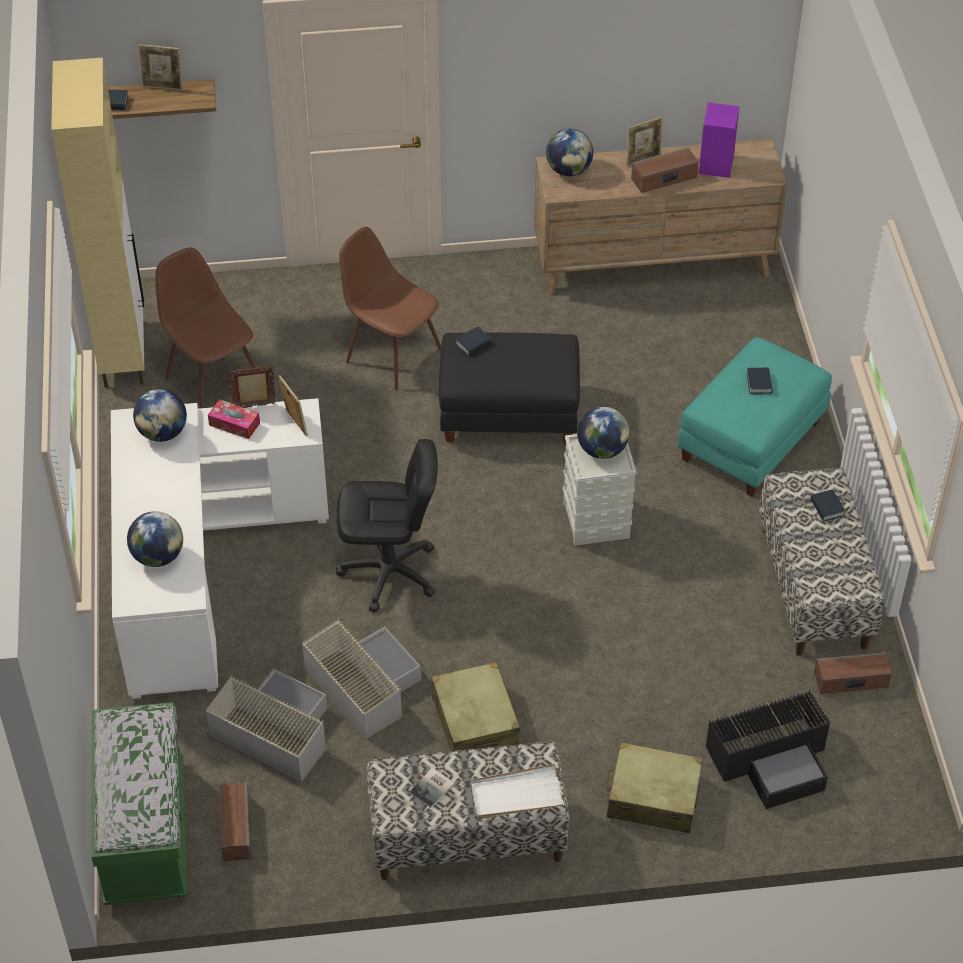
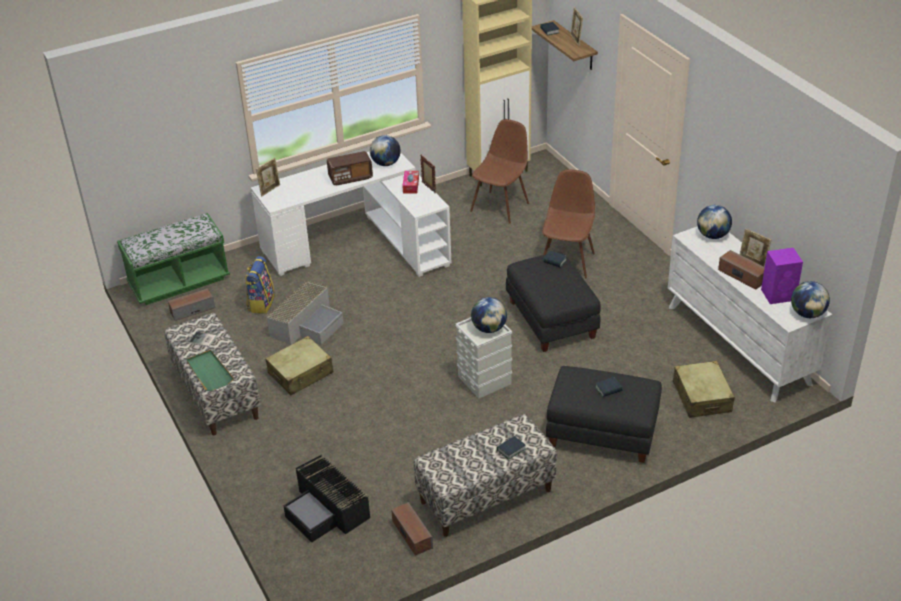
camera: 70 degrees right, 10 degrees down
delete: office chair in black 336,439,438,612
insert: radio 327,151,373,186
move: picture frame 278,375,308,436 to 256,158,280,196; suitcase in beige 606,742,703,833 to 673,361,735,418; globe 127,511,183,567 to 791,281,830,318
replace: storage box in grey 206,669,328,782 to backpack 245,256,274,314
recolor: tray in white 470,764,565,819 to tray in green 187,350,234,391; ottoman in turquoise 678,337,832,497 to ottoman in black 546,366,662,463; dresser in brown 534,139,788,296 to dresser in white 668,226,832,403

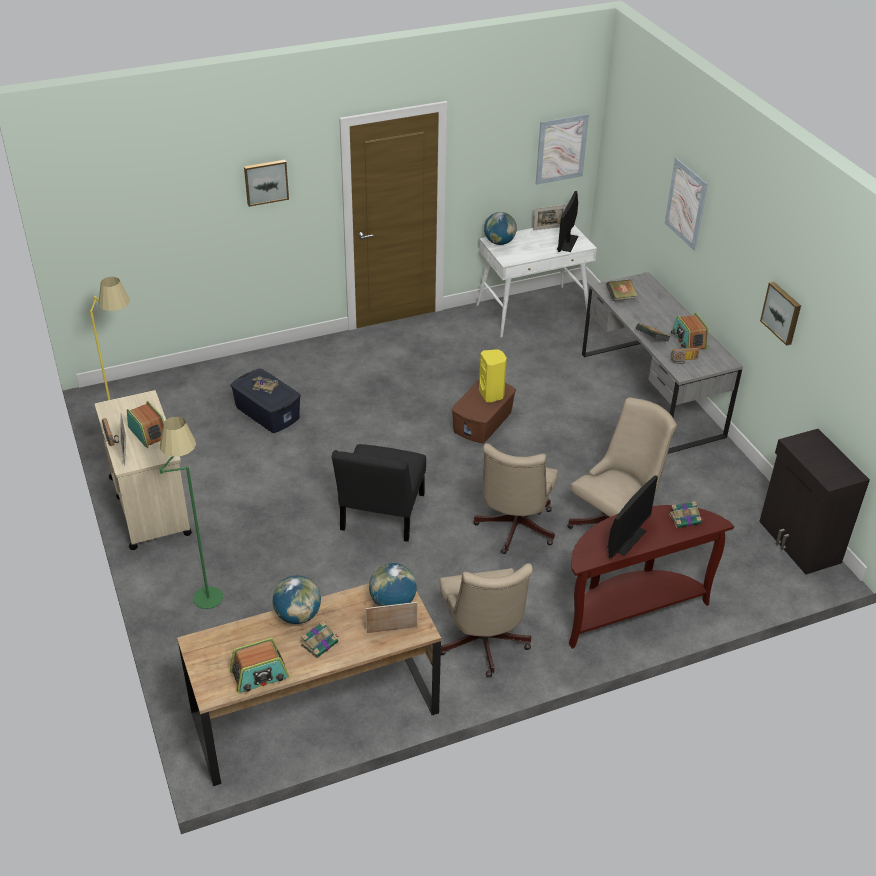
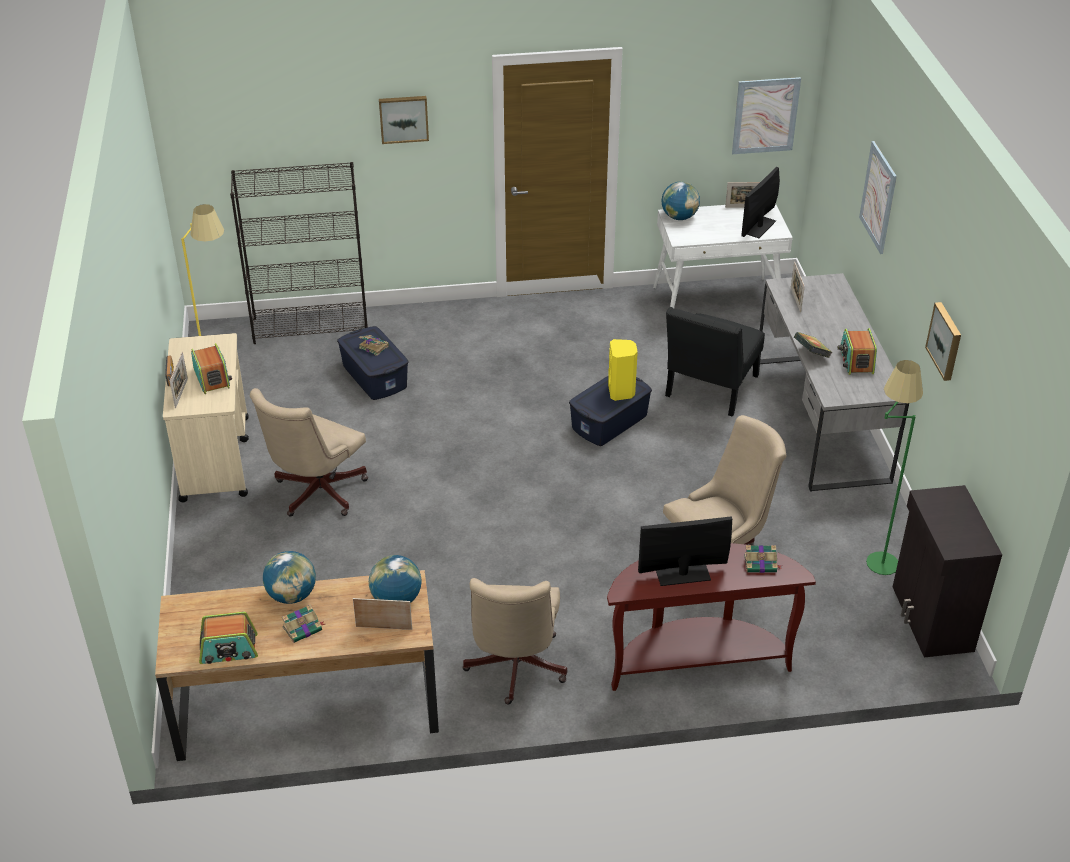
camera: 15 degrees right, 0 degrees up
delete: radio 670,348,699,364
insert: bookcase in black 230,162,368,344
move: office chair in beige 473,443,558,554 to 250,388,368,517; chair in black 332,444,426,542 to 665,307,765,417; floor lamp in green 160,416,223,609 to 866,360,923,575
replace: book 606,280,638,301 to picture frame 791,262,805,313
recolor: storage box in brown 451,380,516,443 to storage box in blue 569,375,652,446
rotate: monitor 607,475,658,558 = 638,516,732,586 150 degrees counterclockwise

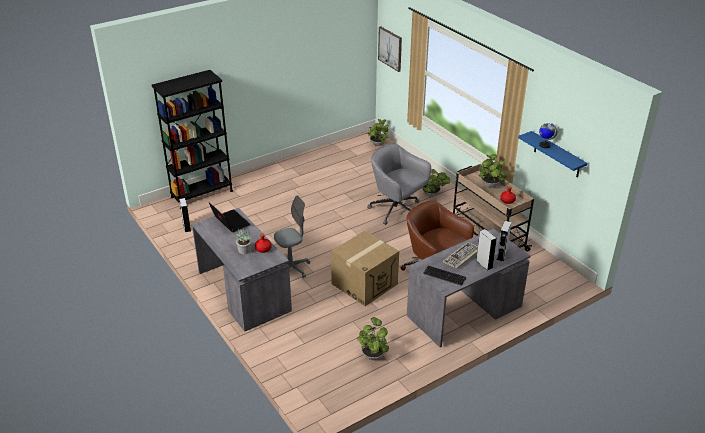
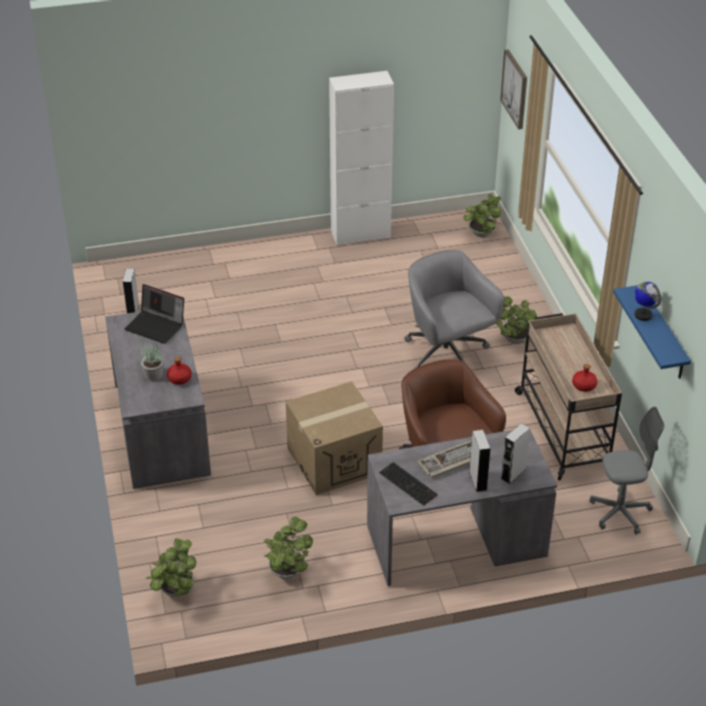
camera: 20 degrees right, 5 degrees up
delete: bookcase in black 152,70,233,209
insert: cabinet in white 329,71,394,245
move: potted plant 479,154,507,188 to 146,539,196,597; office chair in grey 274,195,310,278 to 589,407,665,535
rotate: laptop 209,202,250,232 = 125,284,184,344 135 degrees clockwise

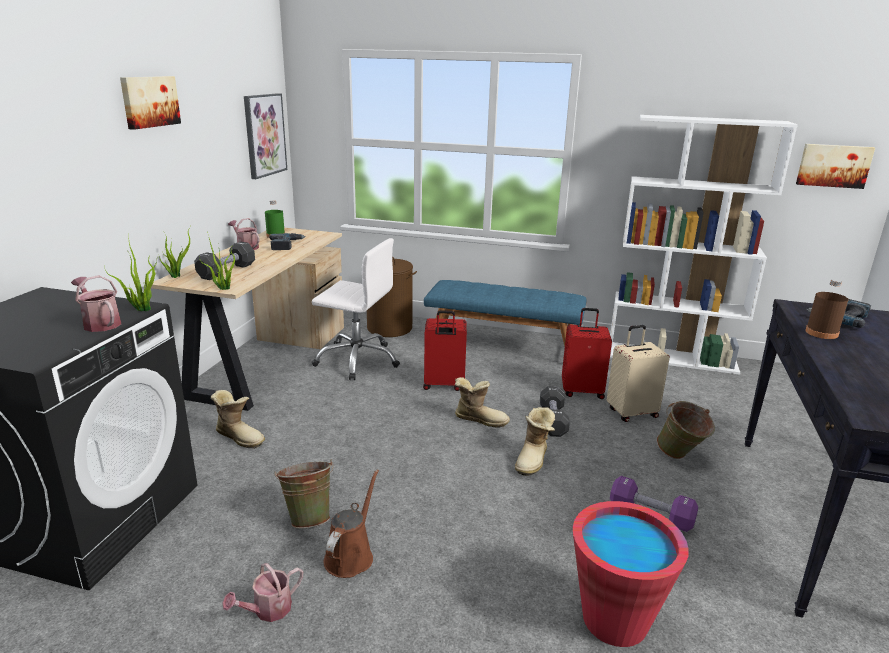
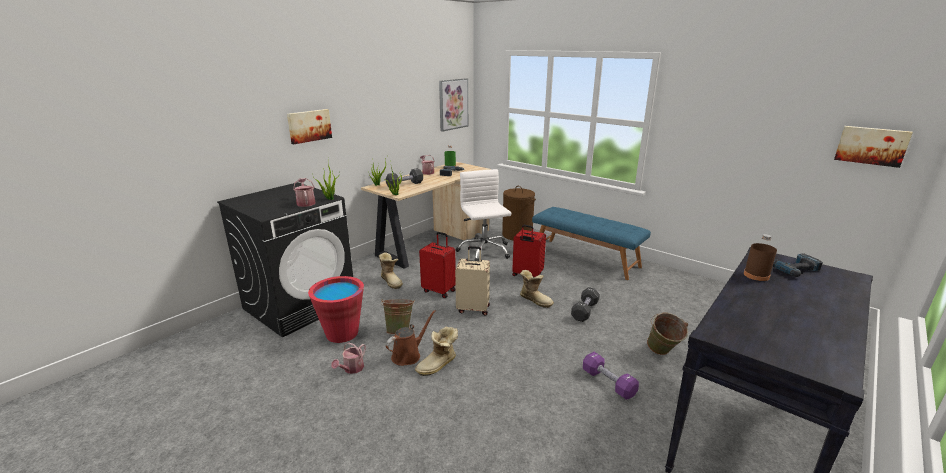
camera: 25 degrees right, 0 degrees up
delete: bookcase in white 610,115,798,375
move: picture 120,76,181,130 to 287,109,332,144; bucket in red 573,501,689,647 to 308,276,364,343; boot 515,407,555,476 to 415,327,458,376; suitcase in red 562,308,612,399 to 419,232,456,298; suitcase in beige 607,325,670,422 to 455,246,490,316
rotate: watering can 222,563,303,622 = 331,342,366,374 45 degrees counterclockwise; office chair in white 312,238,400,380 = 456,169,511,261 150 degrees counterclockwise

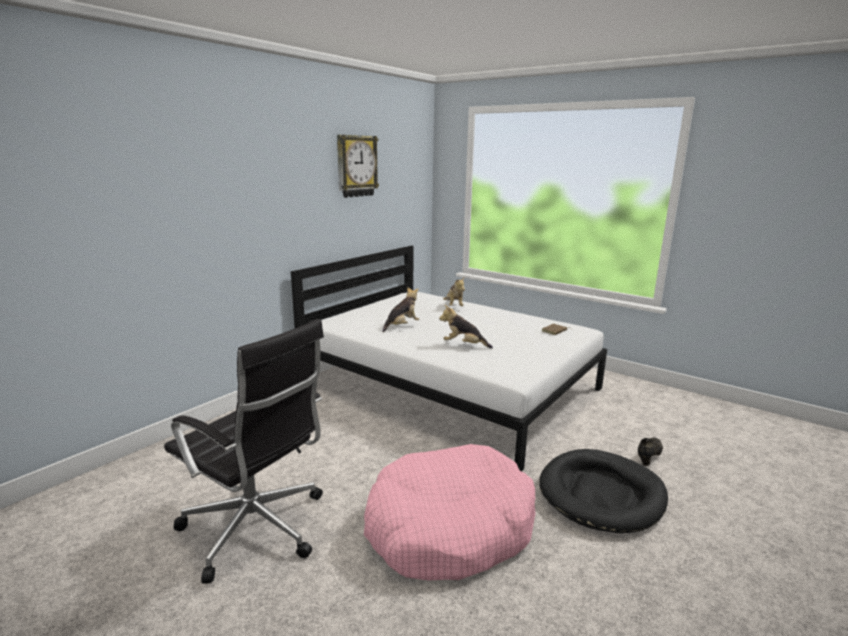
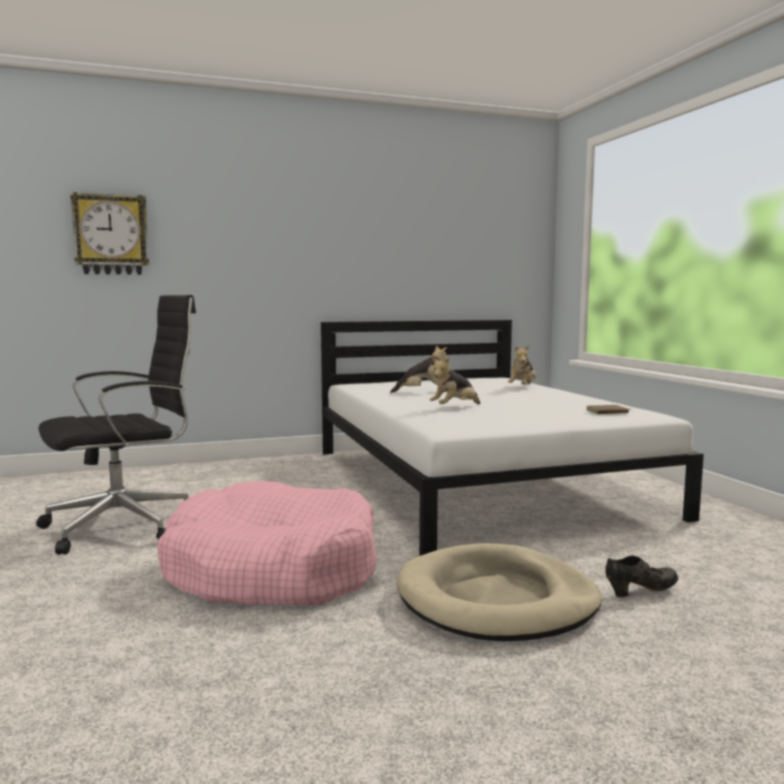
camera: 35 degrees right, 10 degrees down
move: wall clock 337,135,379,198 to 70,192,149,275
recolor: dog bed in black 539,449,668,533 to dog bed in beige 396,543,602,642
rotate: office chair in black 164,319,324,584 = 36,295,196,554 105 degrees counterclockwise; plush toy 439,305,493,349 = 430,356,480,404 90 degrees counterclockwise

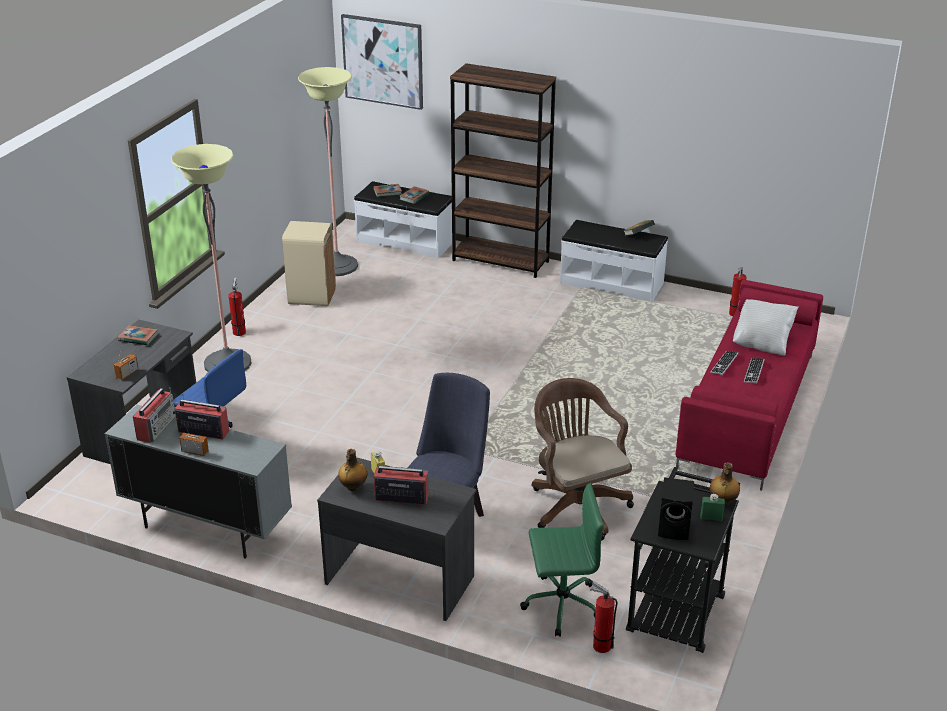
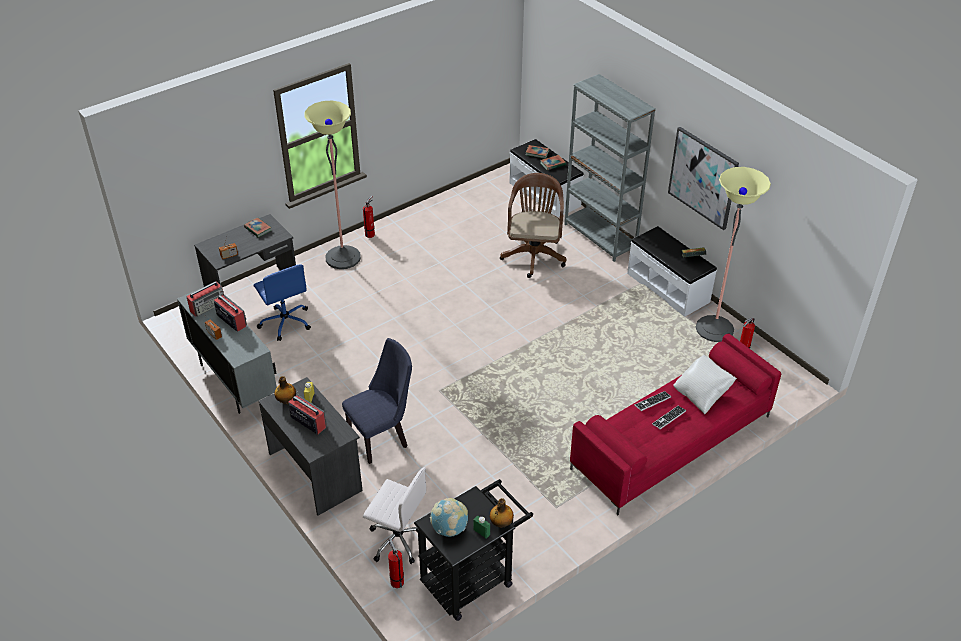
camera: 30 degrees right, 10 degrees up
delete: trash can in beige 282,221,336,306
move: office chair in brown 532,378,634,541 to 500,173,566,278; picture 341,14,423,110 to 668,127,739,230; floor lamp 298,67,358,276 to 696,167,771,342
replace: speaker in black 658,478,694,540 to globe 430,498,468,537
recolor: office chair in green 520,483,604,637 to office chair in white 363,467,426,564; bookcase in brown 450,63,556,278 to bookcase in grey 564,74,656,262

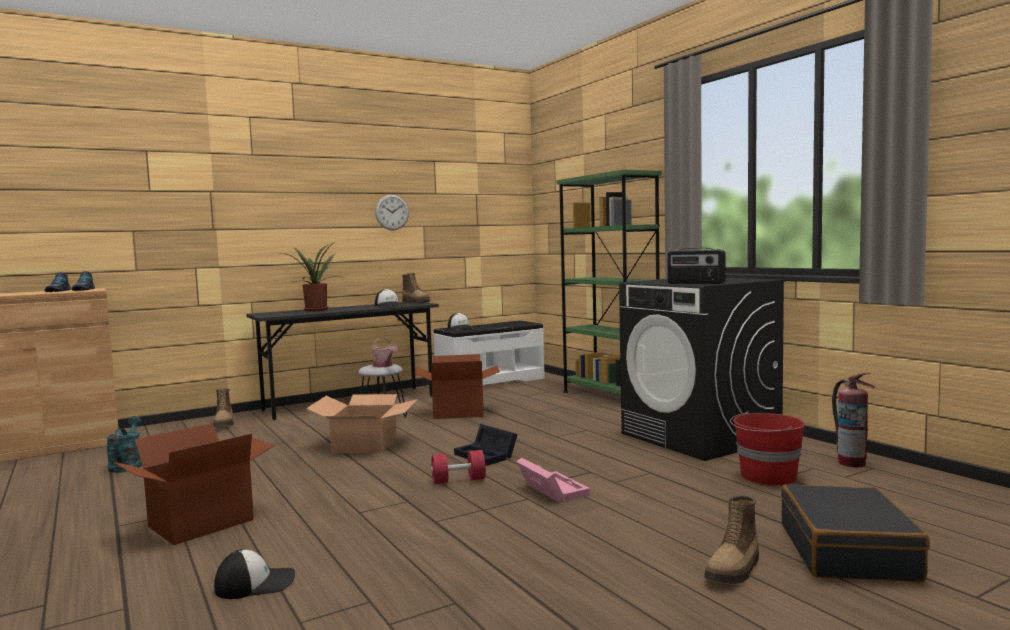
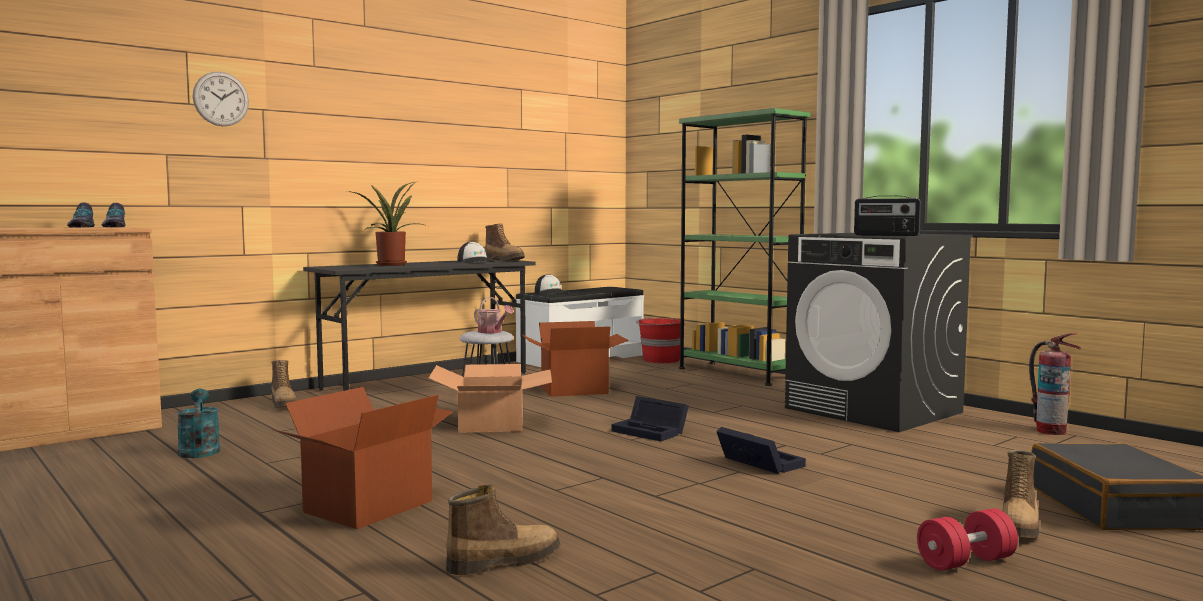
camera: 10 degrees left, 0 degrees up
move: wall clock 375,194,409,231 to 193,72,249,126; bucket in red 730,412,805,486 to 636,317,685,363; dumbbell in red 431,450,486,484 to 917,509,1018,571
replace: cap 214,549,295,599 to boot 446,485,561,575
recolor: storage box in pink 516,458,590,502 to storage box in black 716,427,806,474

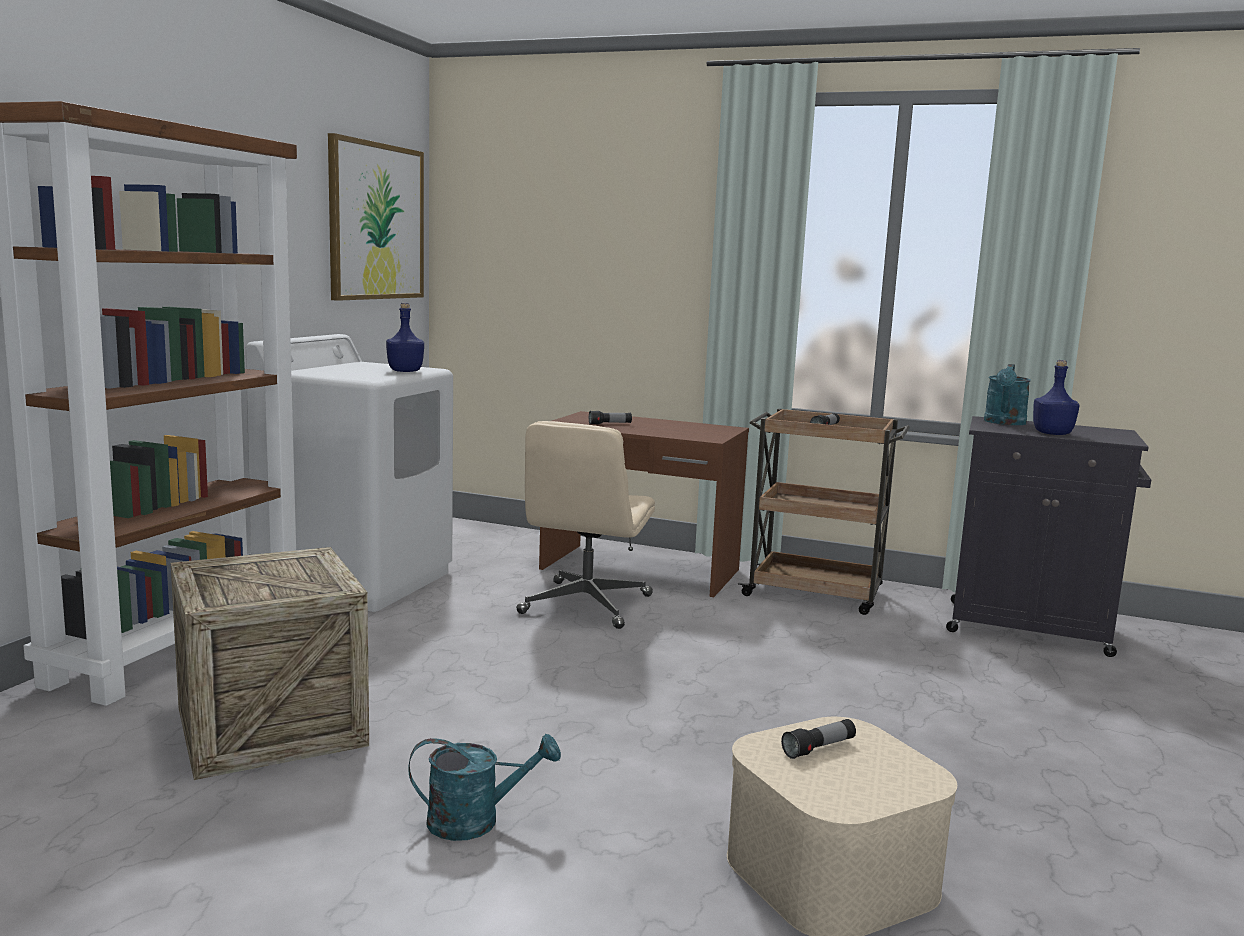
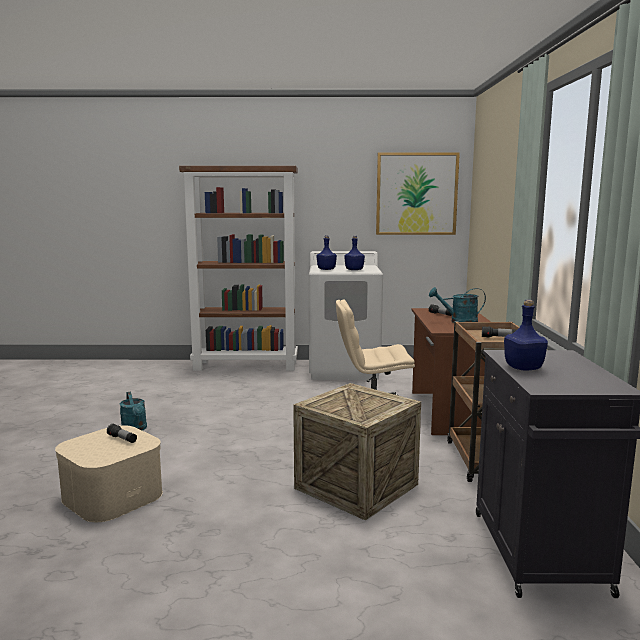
camera: 70 degrees right, 0 degrees up
insert: bottle in blue 317,235,337,270
move: crate 171,547,369,780 to 293,383,421,521; watering can in turquoise 984,364,1031,425 to 429,287,486,323

